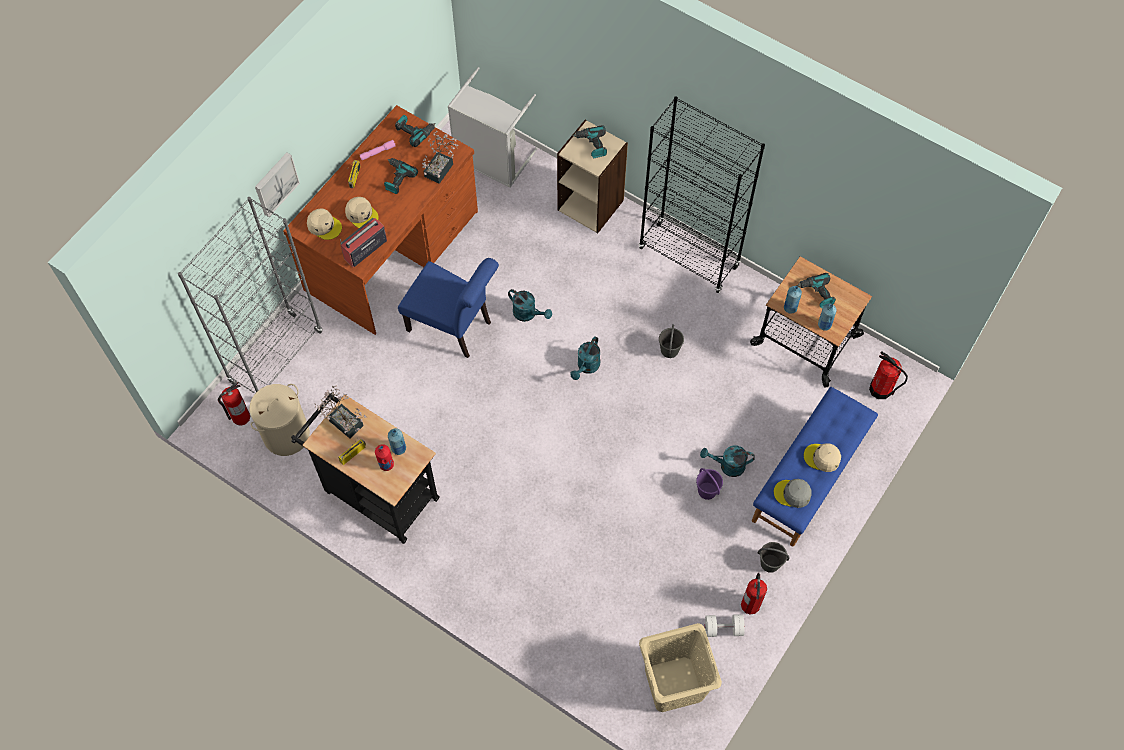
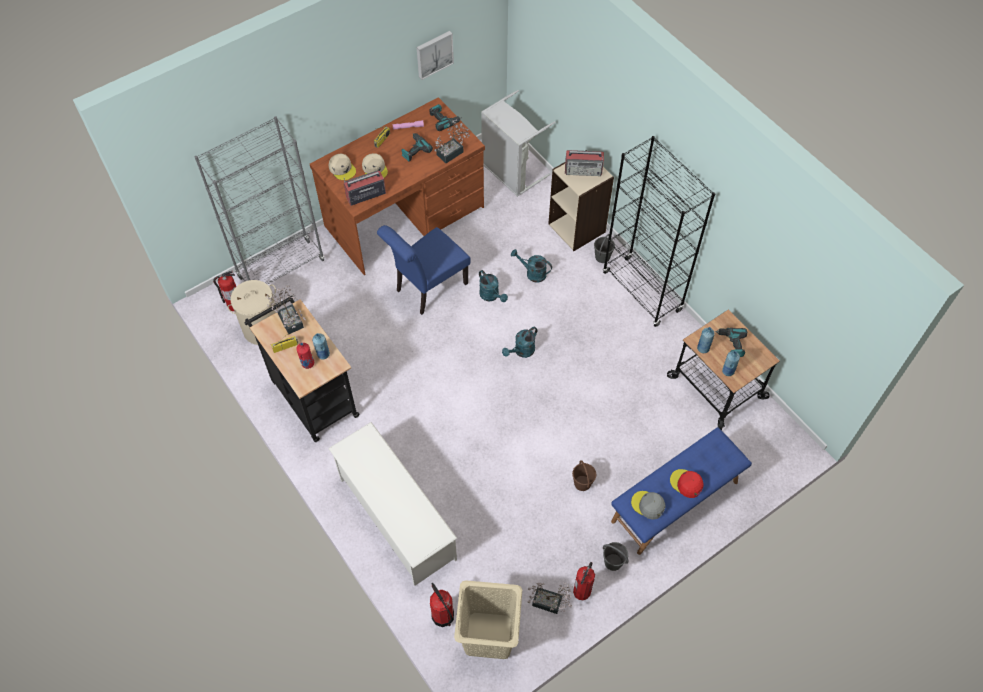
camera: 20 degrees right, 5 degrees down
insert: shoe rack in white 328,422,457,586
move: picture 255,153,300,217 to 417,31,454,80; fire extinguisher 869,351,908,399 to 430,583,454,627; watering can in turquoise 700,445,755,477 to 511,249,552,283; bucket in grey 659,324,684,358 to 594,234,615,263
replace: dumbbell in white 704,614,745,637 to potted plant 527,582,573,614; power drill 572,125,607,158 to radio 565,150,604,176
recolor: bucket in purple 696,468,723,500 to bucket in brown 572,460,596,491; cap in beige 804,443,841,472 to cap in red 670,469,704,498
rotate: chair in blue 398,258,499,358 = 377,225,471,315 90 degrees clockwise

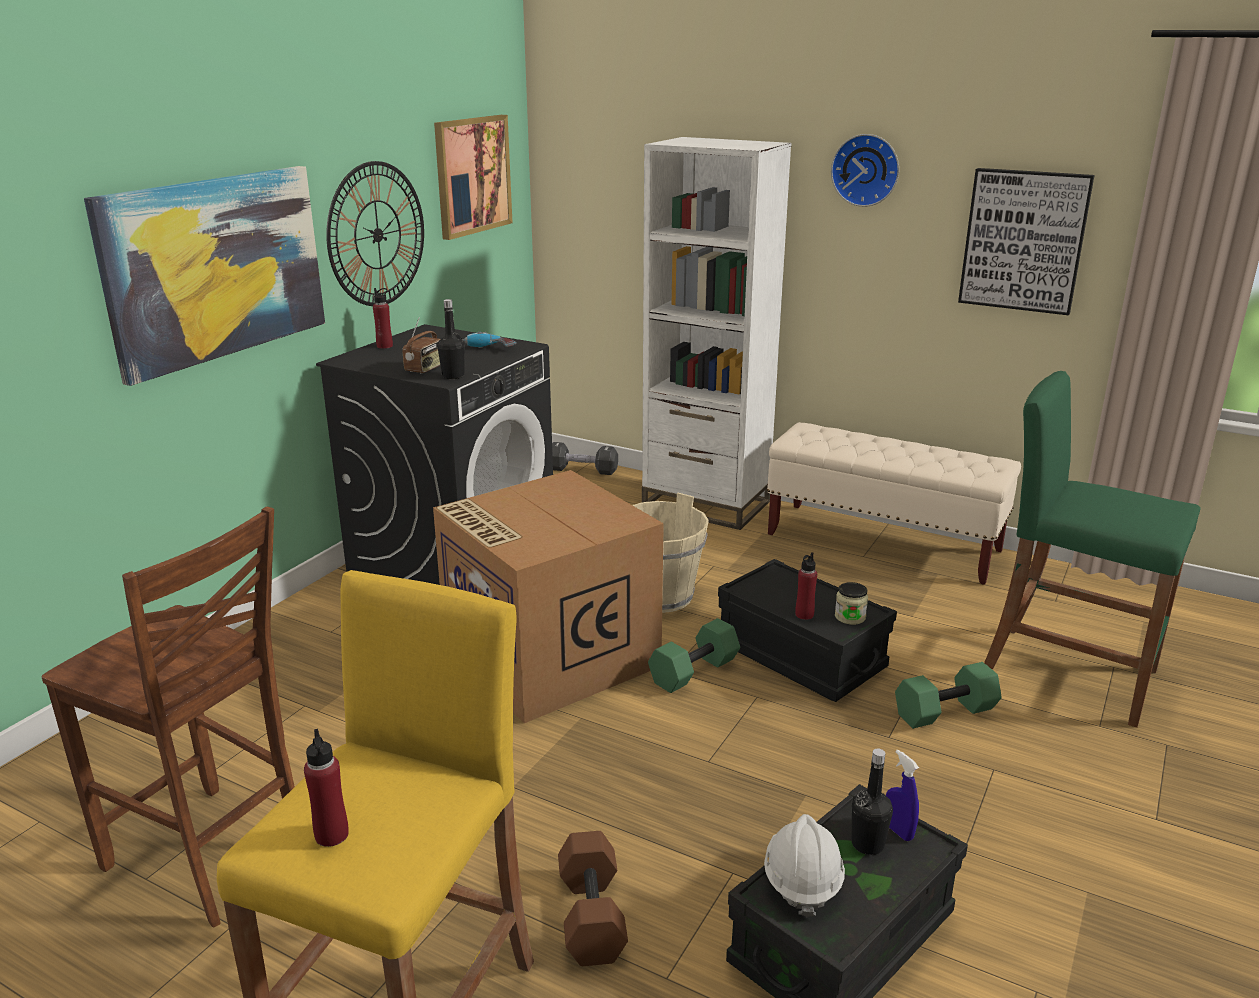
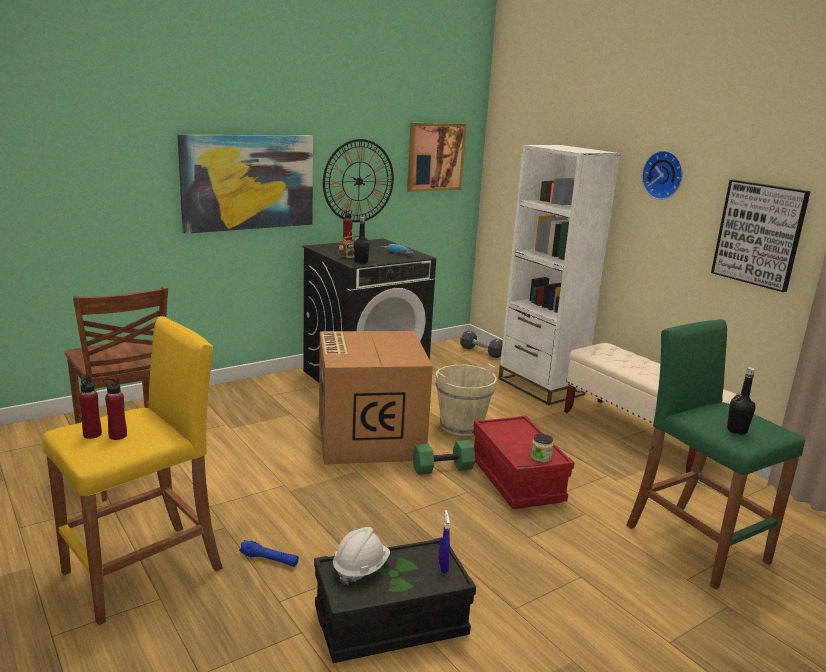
camera: 25 degrees right, 5 degrees down
delete: dumbbell in green 895,662,1002,729
move: bottle in red 795,552,817,620 to 103,378,127,440; bottle in black 852,749,893,855 to 727,367,755,435
replace: dumbbell in brown 558,831,628,966 to flashlight in blue 239,540,299,567
recolor: storage box in black 718,559,897,702 to storage box in red 473,416,575,509

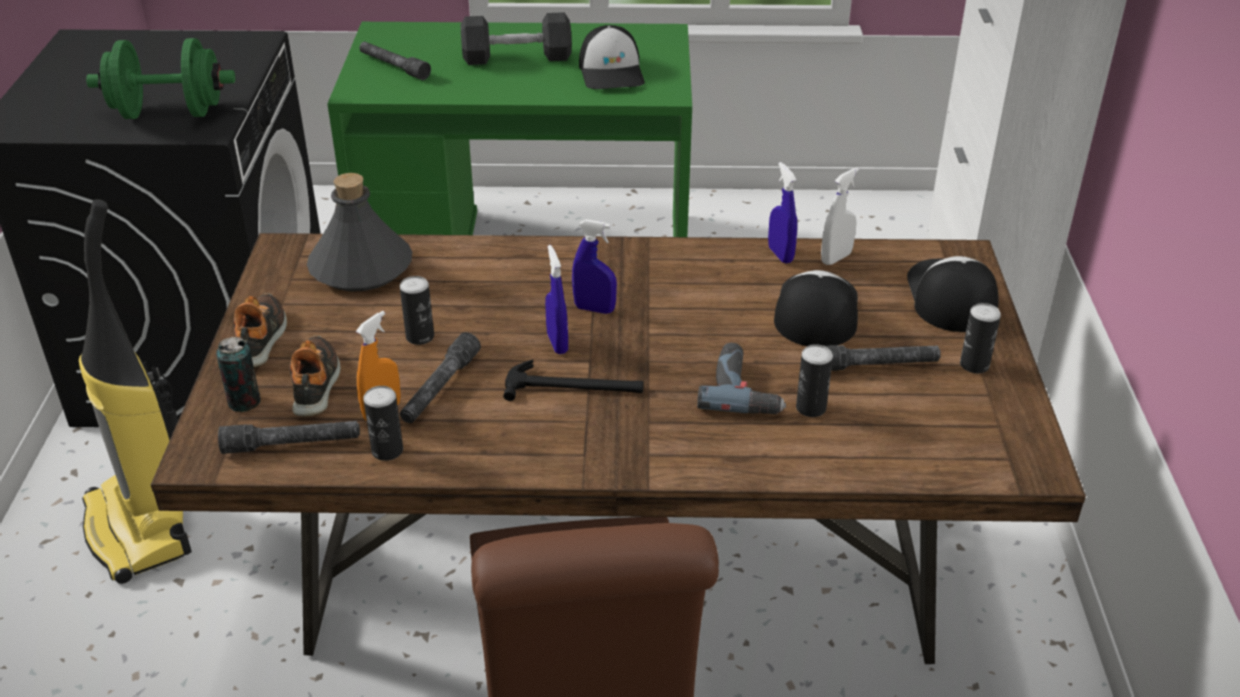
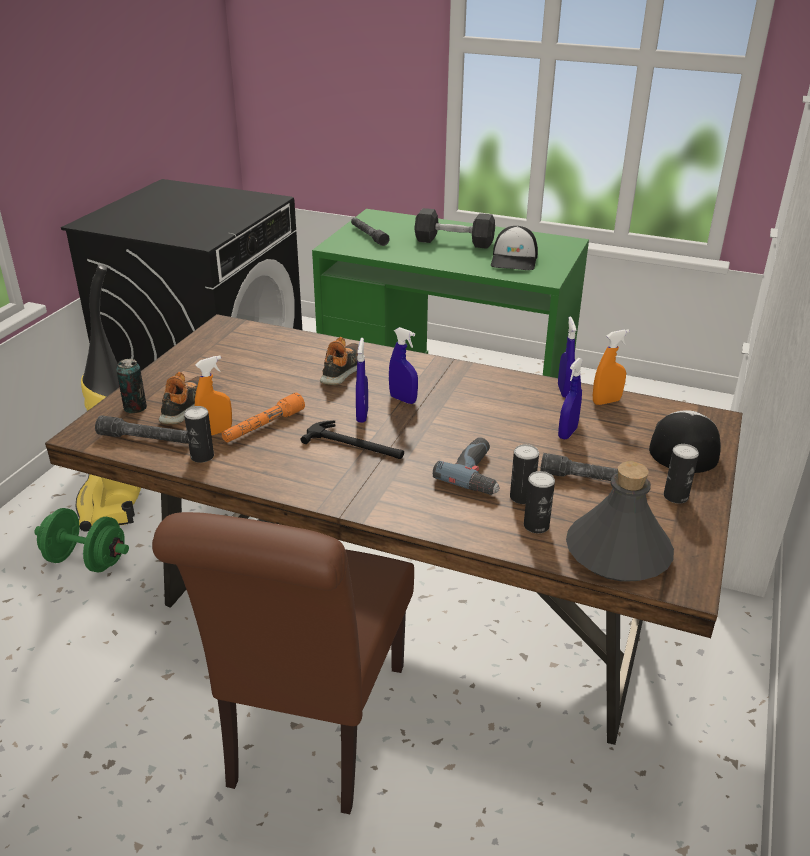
camera: 20 degrees right, 5 degrees down
move: dumbbell in green 86,38,235,119 to 34,508,129,573; shoe 233,293,287,367 to 320,337,359,385; can 400,276,434,345 to 524,471,555,533; bottle in grey 307,173,412,292 to 566,461,674,582
replace: cap 774,270,858,346 to spray bottle in blue 558,358,583,439
recolor: flashlight in grey 400,332,481,423 to flashlight in orange 222,393,305,443; spray bottle in white 821,168,859,265 to spray bottle in orange 593,329,630,405

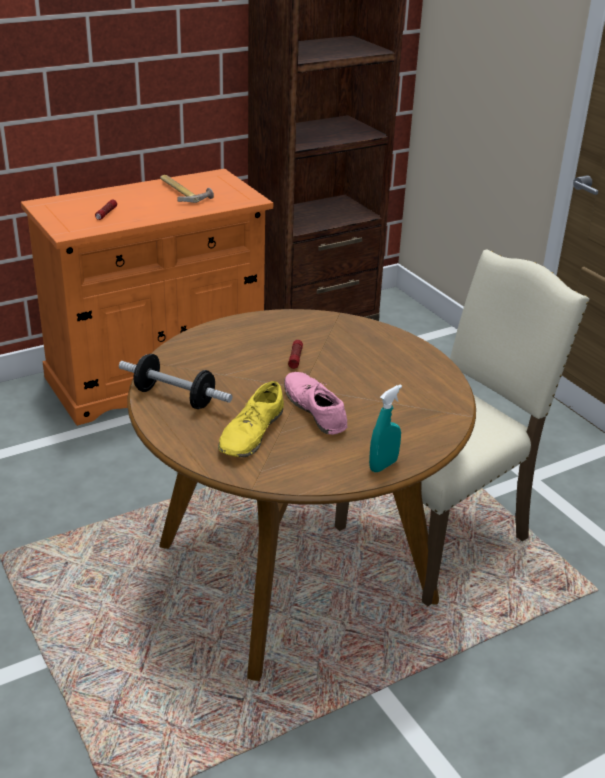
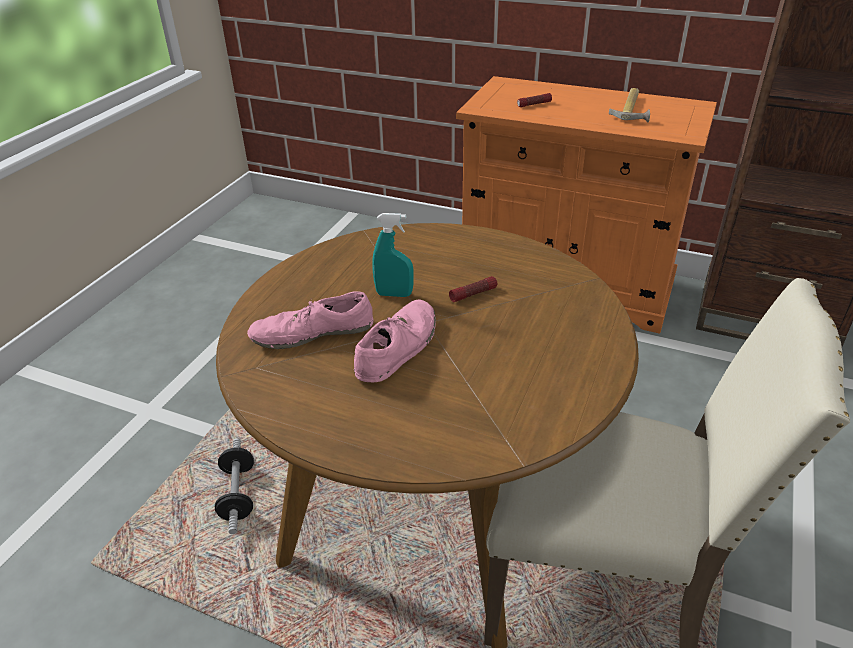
camera: 55 degrees right, 5 degrees up
move: dumbbell 119,354,232,409 to 215,438,254,534; spray bottle in turquoise 369,384,402,472 to 372,213,413,297
recolor: shoe in yellow 218,381,284,457 to shoe in pink 247,291,373,349

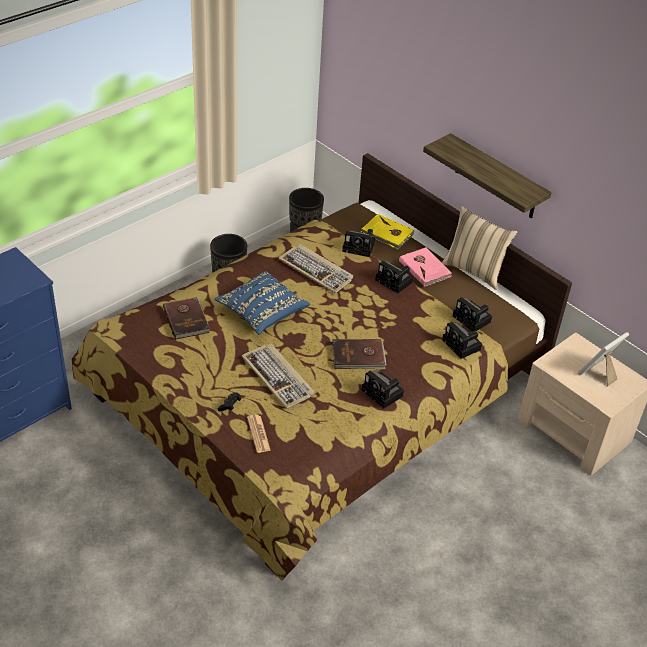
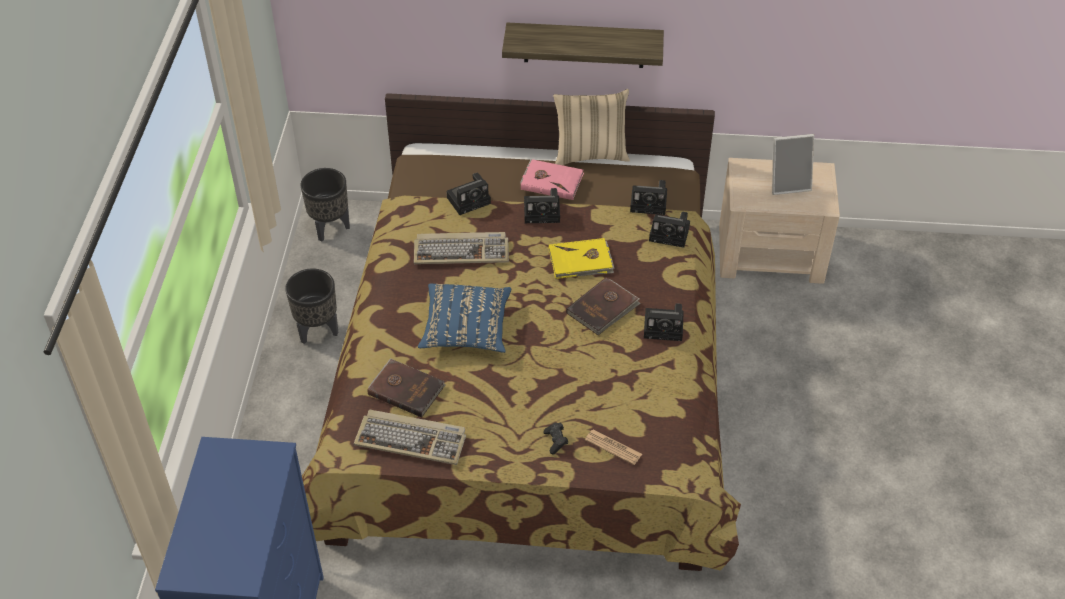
camera: 40 degrees left, 5 degrees up
move: keyboard 242,343,314,409 to 354,409,466,465; book in yellow 361,214,414,250 to 549,238,615,279
rotate: picture frame 578,332,629,387 = 772,134,814,195 105 degrees counterclockwise

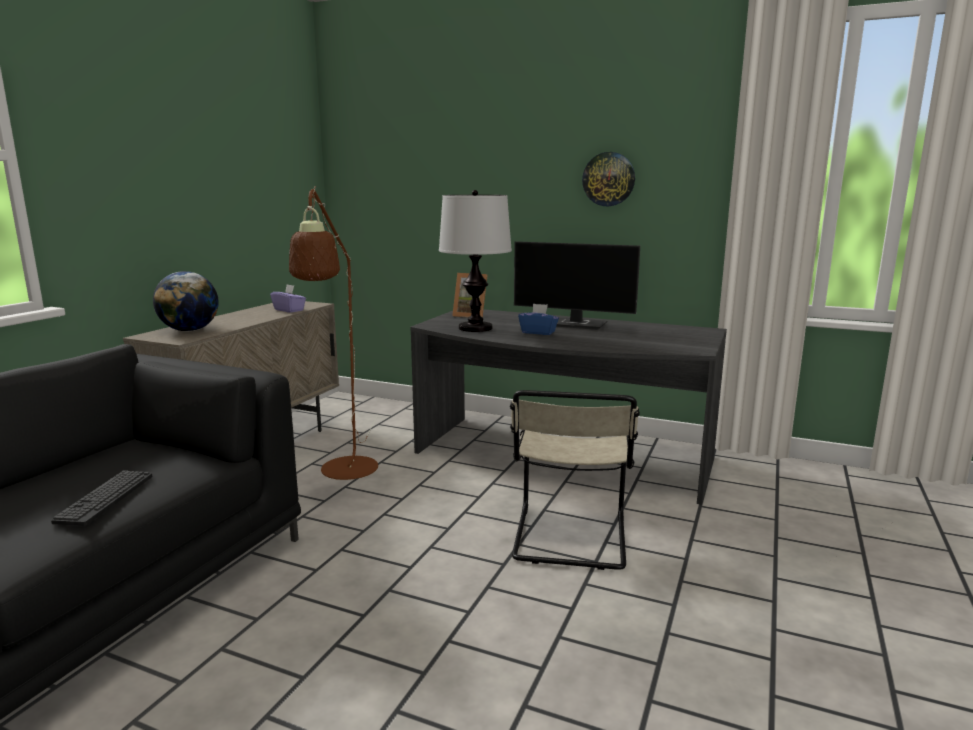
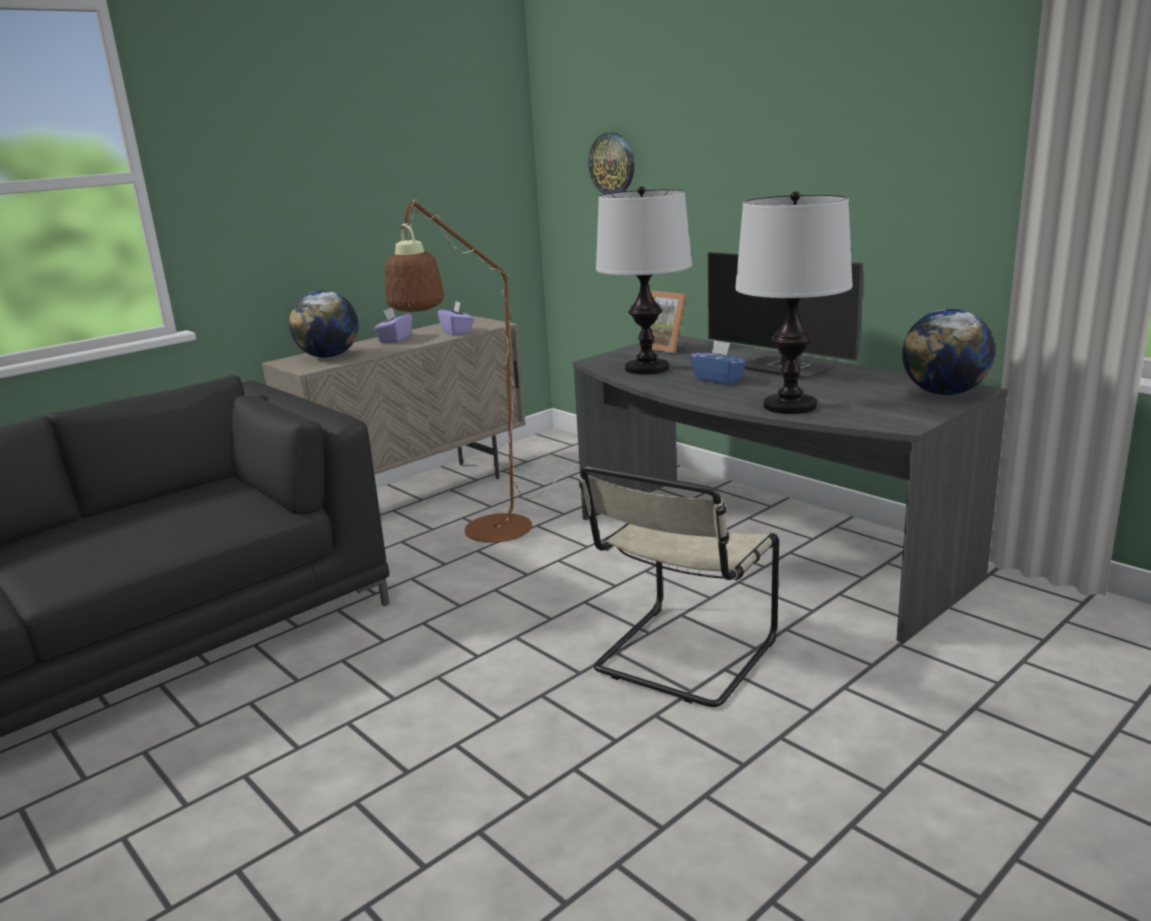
camera: 25 degrees right, 5 degrees up
delete: keyboard 51,471,153,526
insert: tissue box in purple 374,308,412,343; table lamp 735,191,853,414; globe 902,309,995,395
move: wall clock 582,152,635,206 to 588,132,634,194

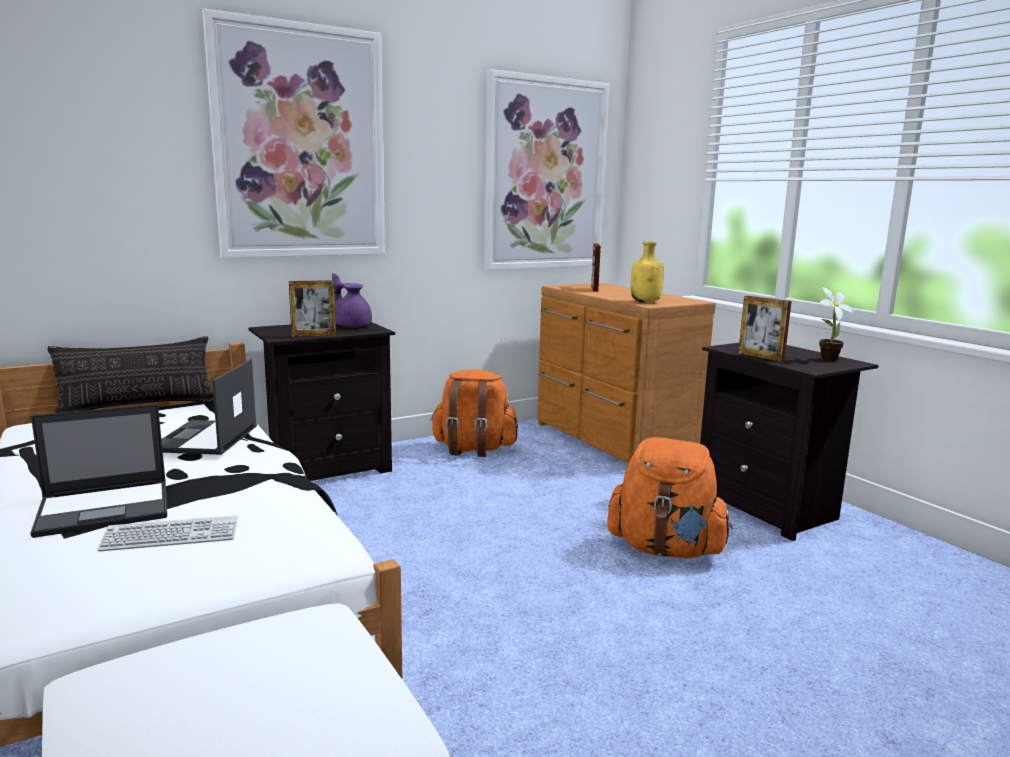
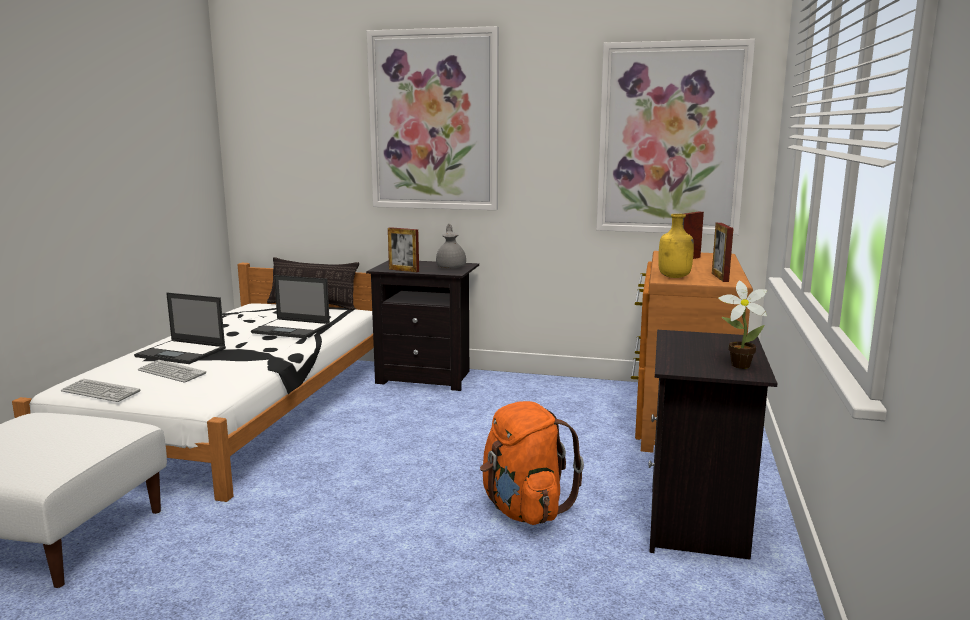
camera: 45 degrees right, 0 degrees up
delete: backpack in orange 430,369,518,457
insert: keyboard 61,379,140,402
move: picture frame 738,296,792,362 to 712,223,734,282
recolor: teapot in purple 332,273,372,327 to teapot in grey 436,224,466,268
rotate: laptop 161,359,257,455 = 251,275,330,338 120 degrees counterclockwise

